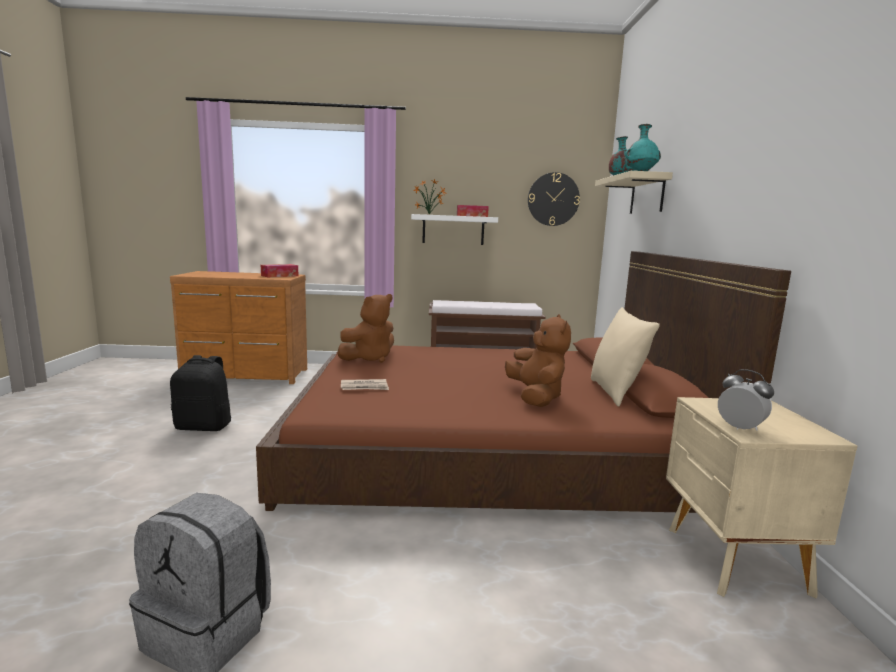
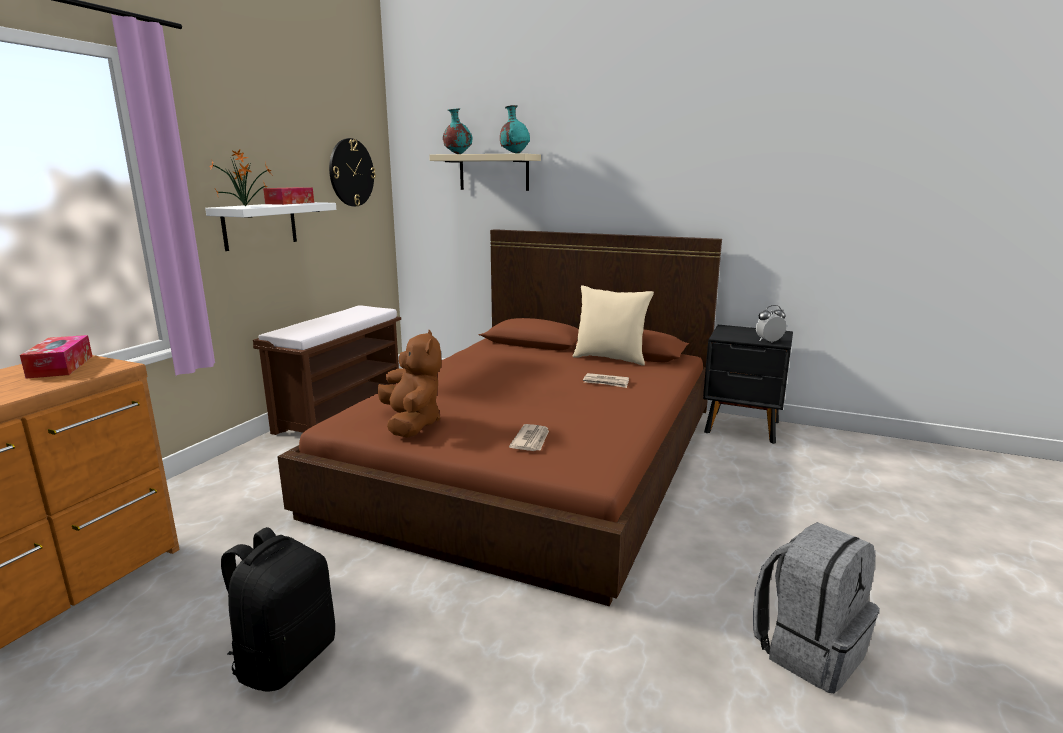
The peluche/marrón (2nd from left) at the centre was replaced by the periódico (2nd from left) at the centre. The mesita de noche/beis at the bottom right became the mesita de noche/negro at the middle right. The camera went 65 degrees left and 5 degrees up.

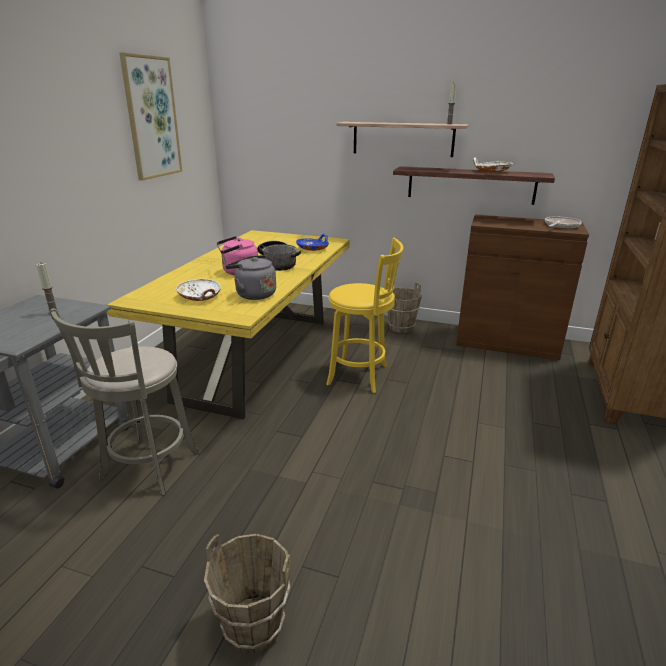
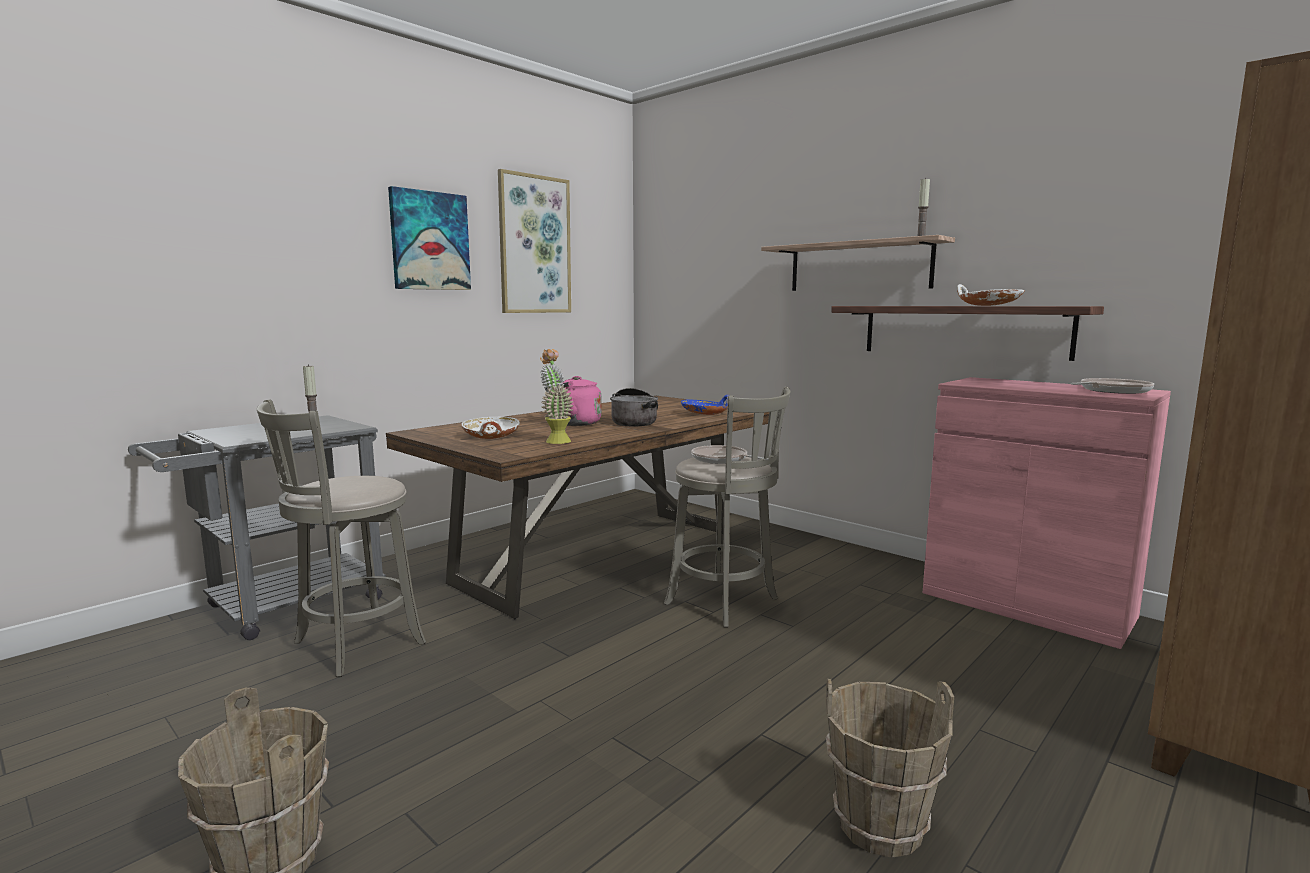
The mesa de comedor/amarillo at the centre became the mesa de comedor/marrón at the centre. The hervidor/gris at the centre was replaced by the planta en maceta at the centre. The taburete/amarillo at the centre became the taburete/gris (2nd from left) at the centre. The cubo/marrón (2nd from left) moved from the centre to the bottom right. The armario/marrón at the middle right became the armario/rosa at the middle right. The cuadro (1st from left) at the top left appeared. The sartén (1st from left) at the centre appeared. The camera went 25 degrees right and 15 degrees down.

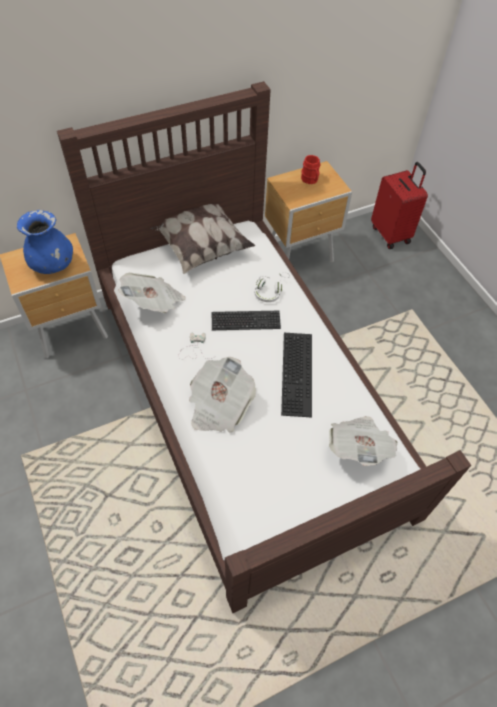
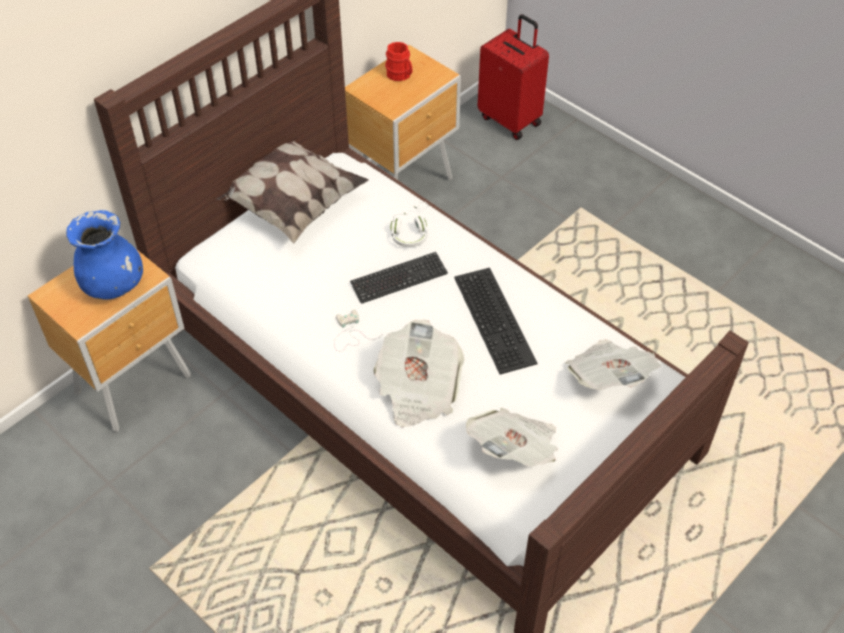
The periódico (1st from left in the first image) moved from the middle left to the bottom centre. The camera went 20 degrees left and 5 degrees down.

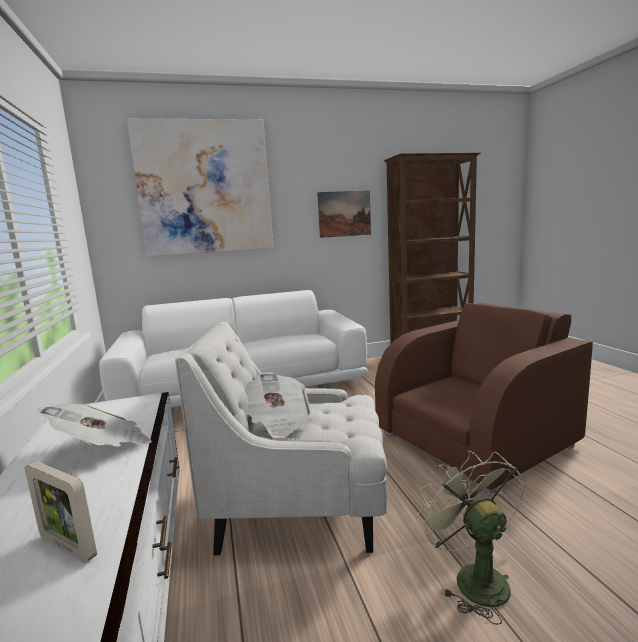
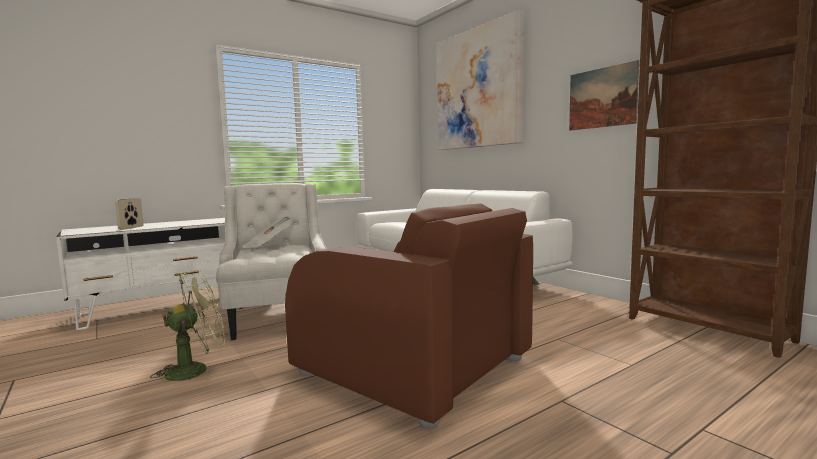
The periódico (1st from left) at the middle left disappeared. The camera went 70 degrees right and 5 degrees down.

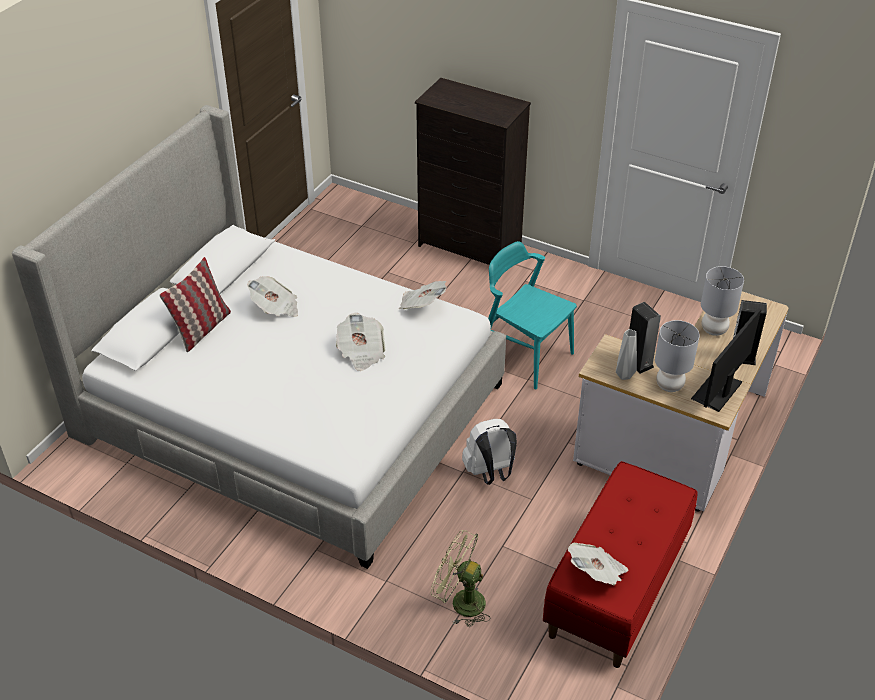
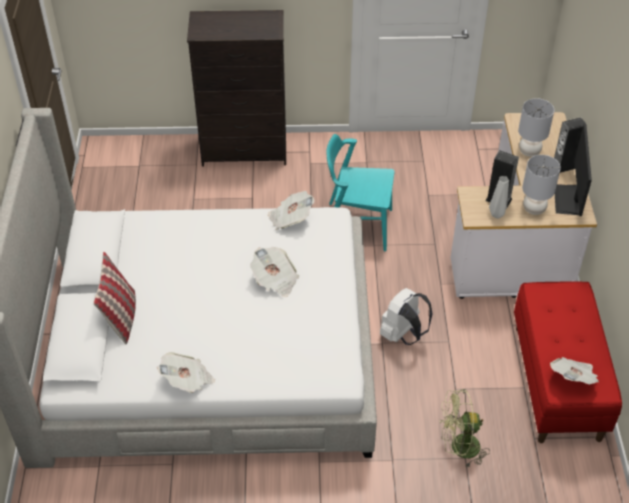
The periódico (1st from left) moved from the middle left to the bottom left. The camera went 30 degrees left and 5 degrees up.

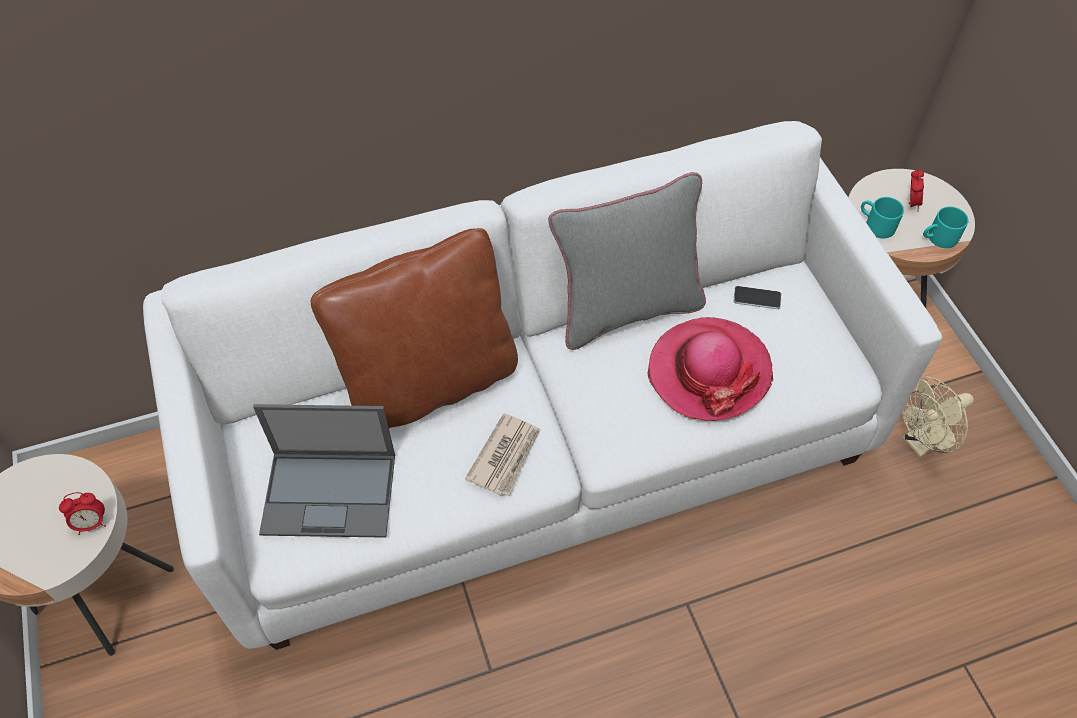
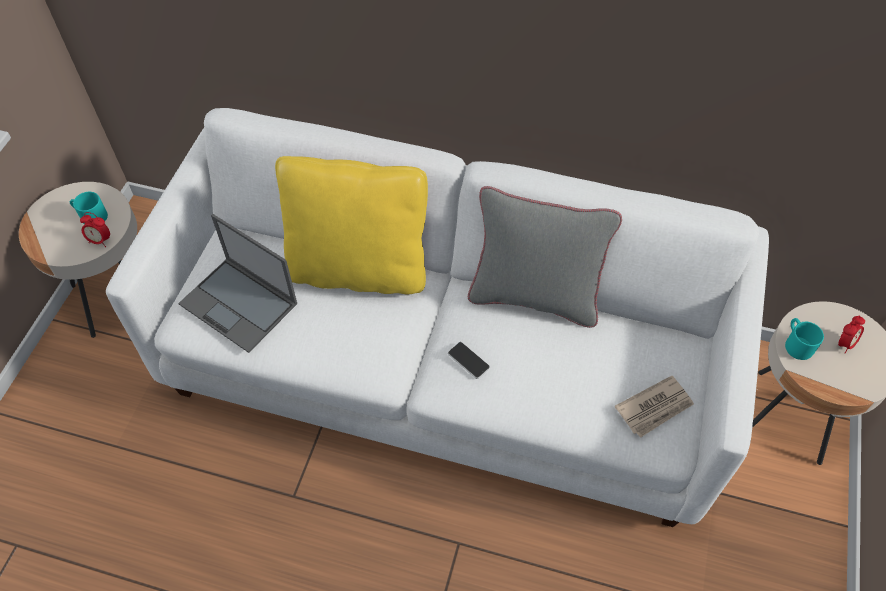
The cojín/marrón at the centre became the cojín/amarillo at the centre. The periódico moved from the centre to the bottom right. The sombrero at the centre disappeared. The móvil moved from the middle right to the centre. The ventilador/beis at the middle right disappeared. The taza grande/turquesa (2nd from left in the first image) moved from the top right to the middle left. The camera went 35 degrees right and 0 degrees up.

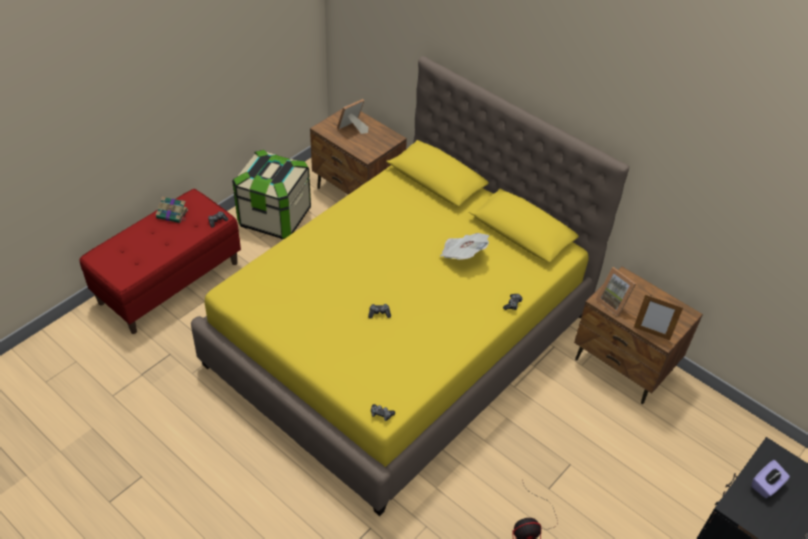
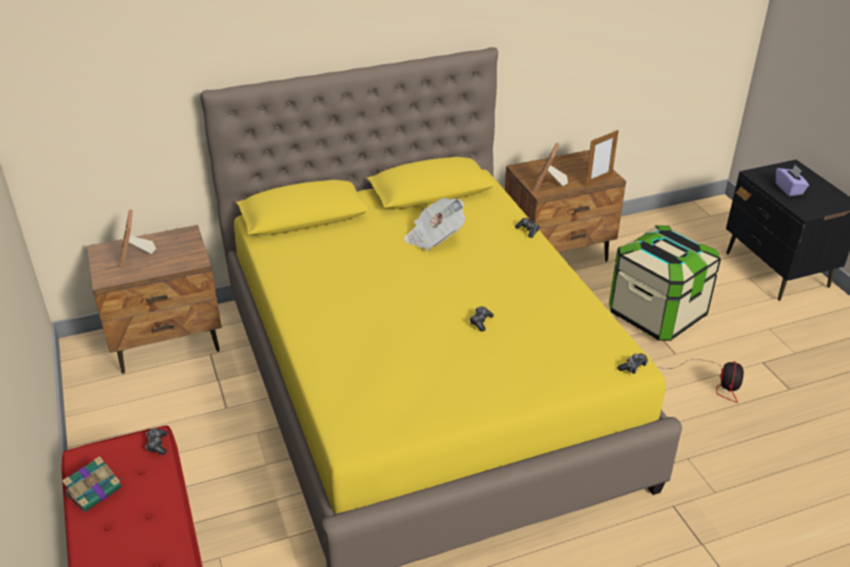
The caja de almacenaje moved from the centre to the middle right. The portarretratos (2nd from left) at the middle right turned 120 degrees clockwise. The camera went 60 degrees left and 10 degrees down.

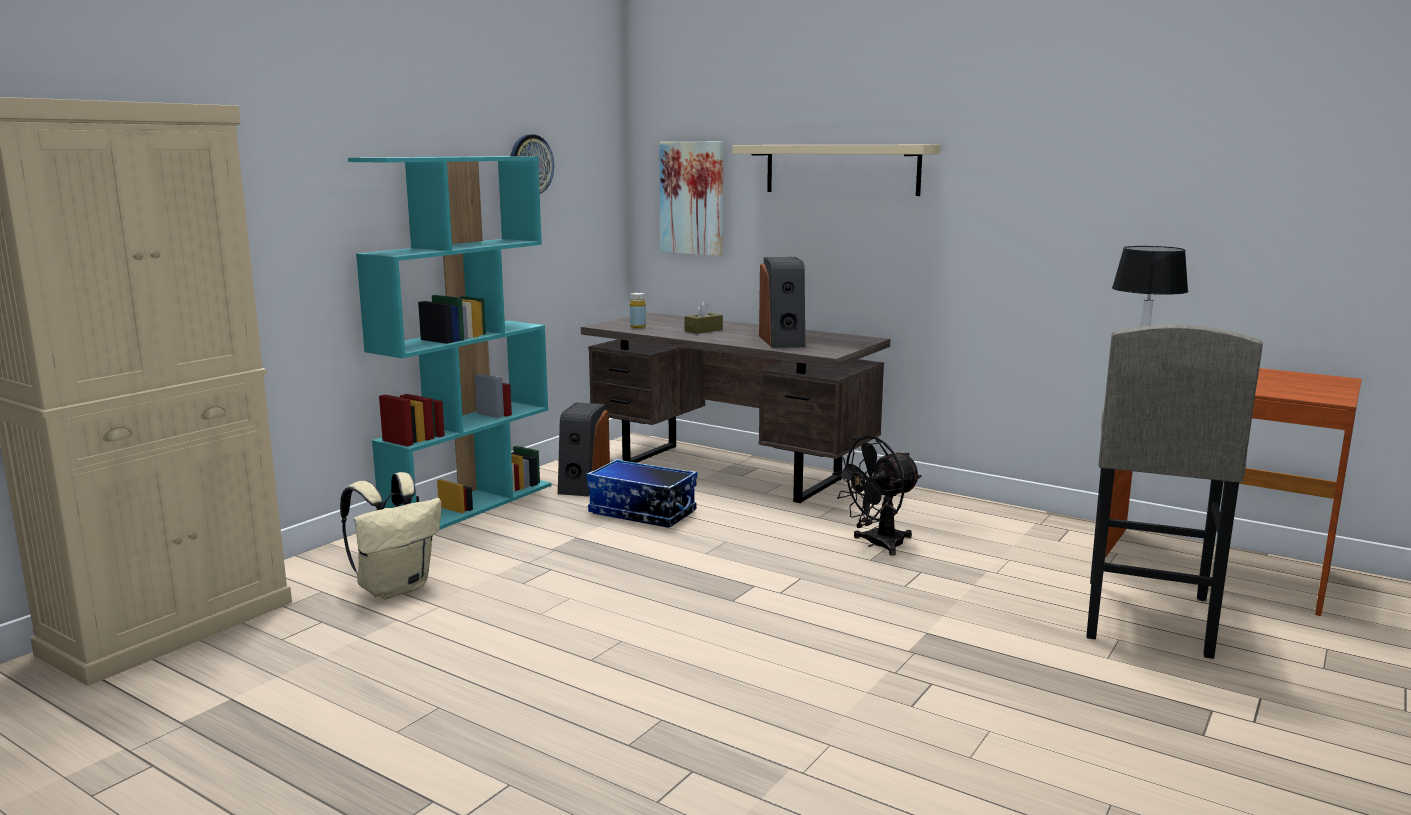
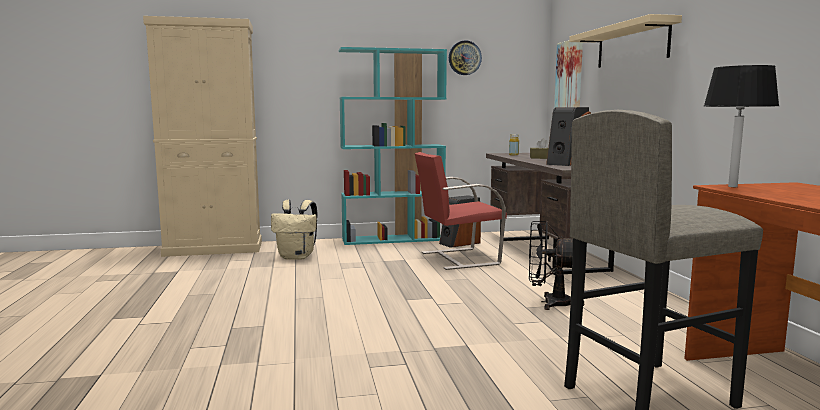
The caja de almacenaje at the centre was replaced by the silla/rojo at the centre. The camera went 45 degrees right and 5 degrees down.

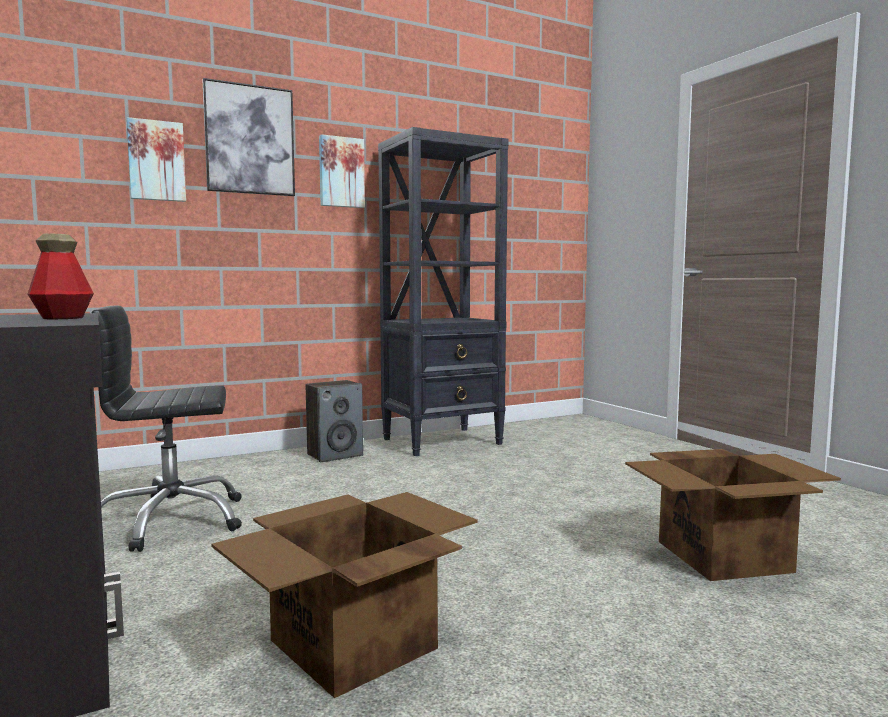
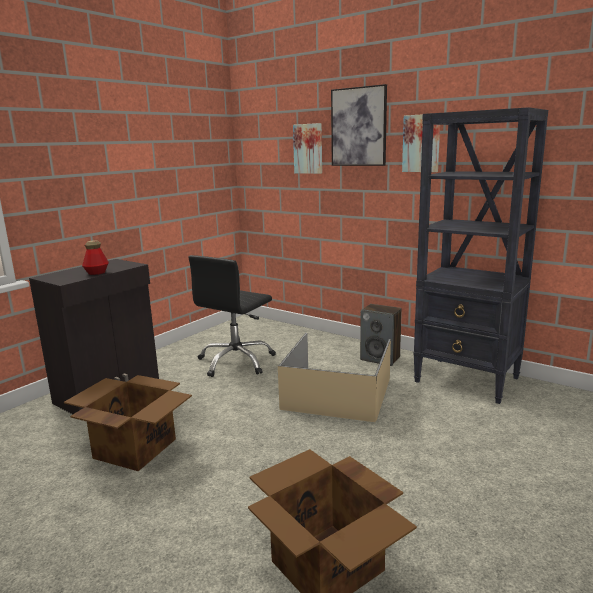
The silla de oficina/negro at the middle left turned 105 degrees counterclockwise. The caja de almacenaje/beis at the centre appeared. The camera went 65 degrees right and 10 degrees up.

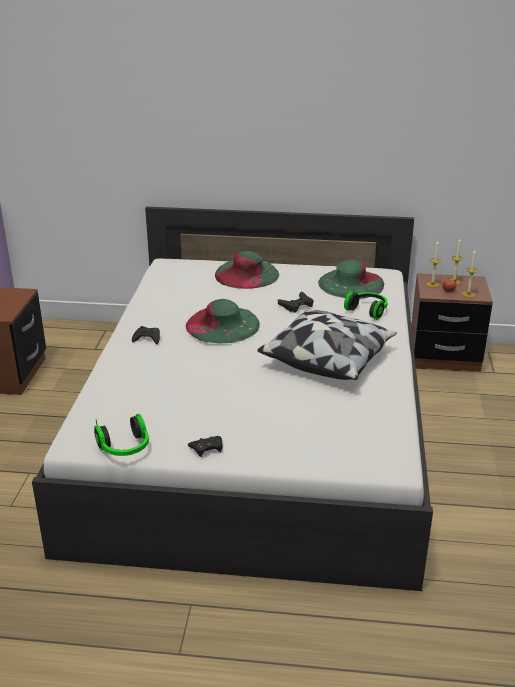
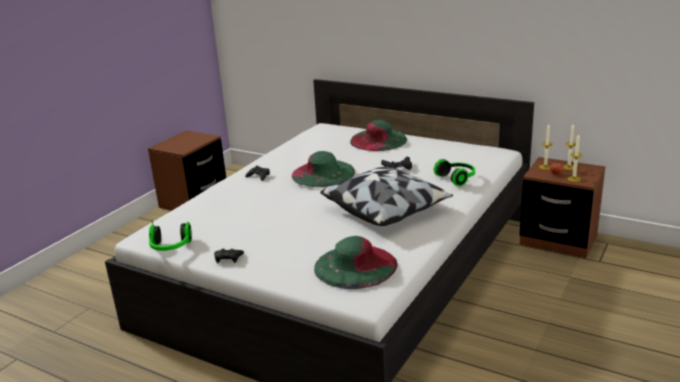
The sombrero/verde (3rd from left in the first image) moved from the middle right to the bottom centre. The camera went 25 degrees right and 5 degrees down.

